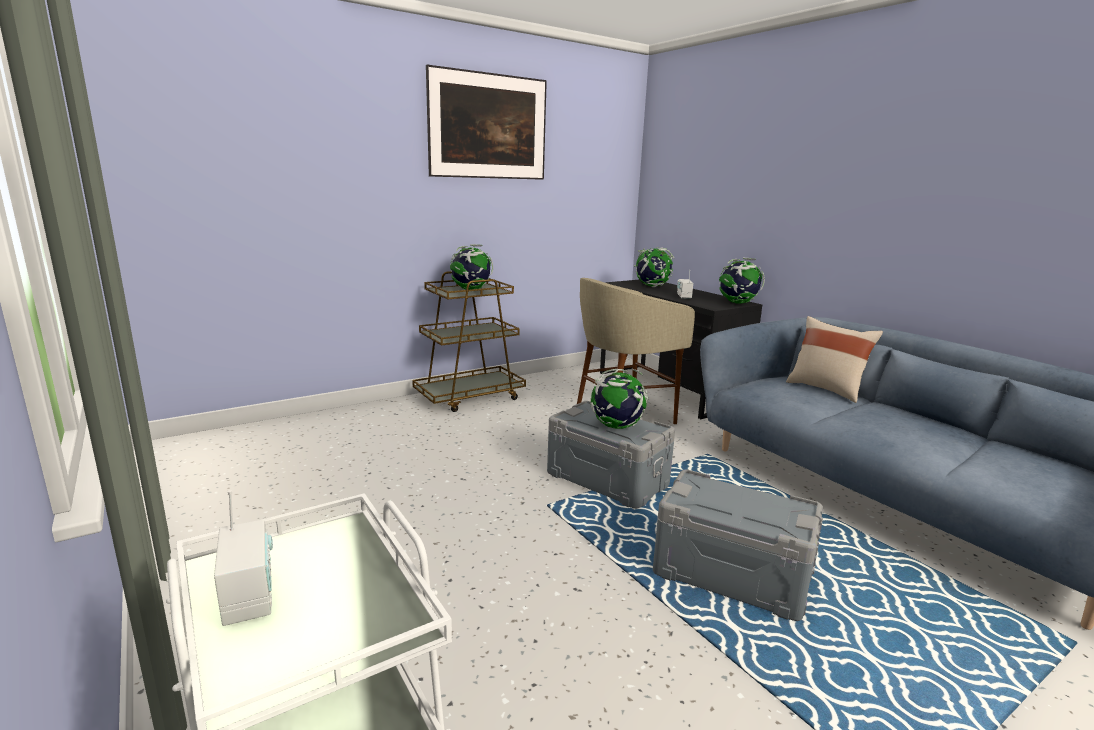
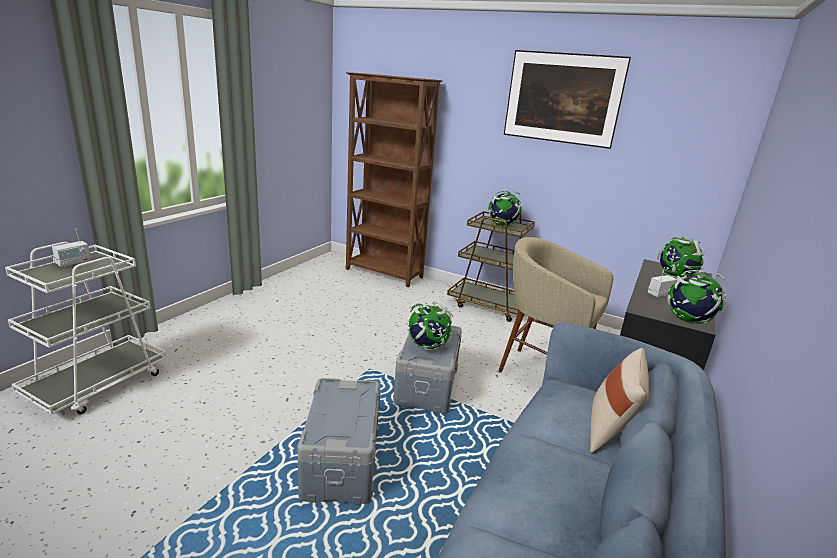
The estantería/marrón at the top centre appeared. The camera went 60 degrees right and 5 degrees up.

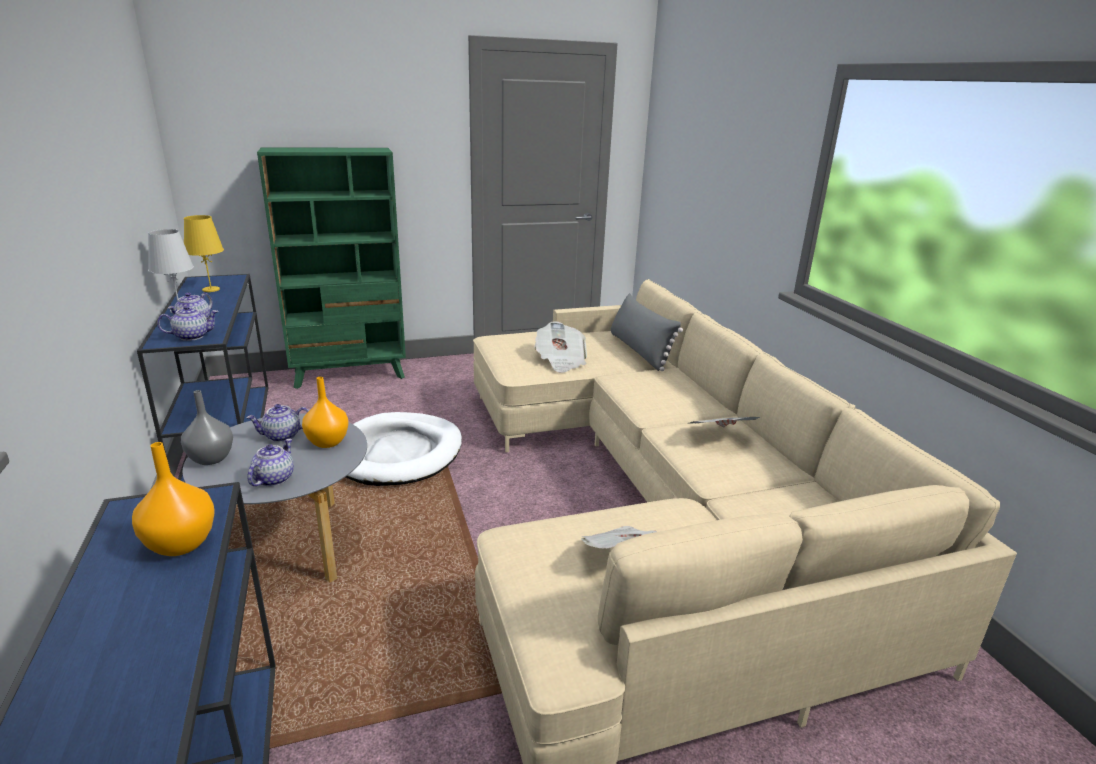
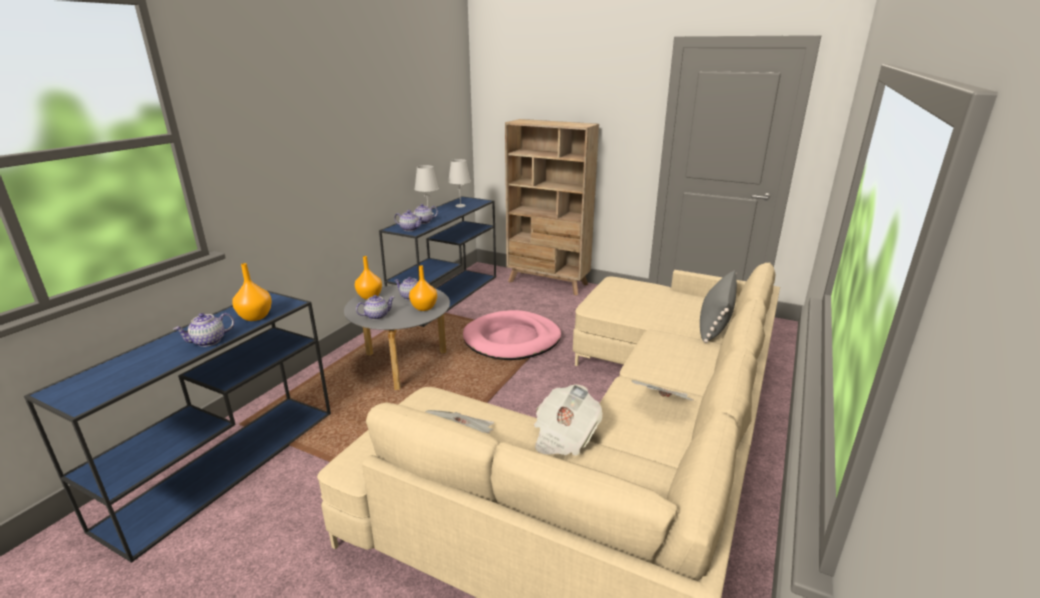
The florero/gris at the middle left became the florero/naranja (2nd from left) at the centre. The lámpara de mesa/amarillo at the top left became the lámpara de mesa/blanco (2nd from left) at the top centre. The estantería/verde at the middle left became the estantería/beis at the centre. The cama para perro/blanco at the centre became the cama para perro/rosa at the centre. The periódico (1st from left in the first image) moved from the centre to the bottom centre. The tetera (1st from left) at the middle left appeared. The camera went 45 degrees right and 0 degrees up.

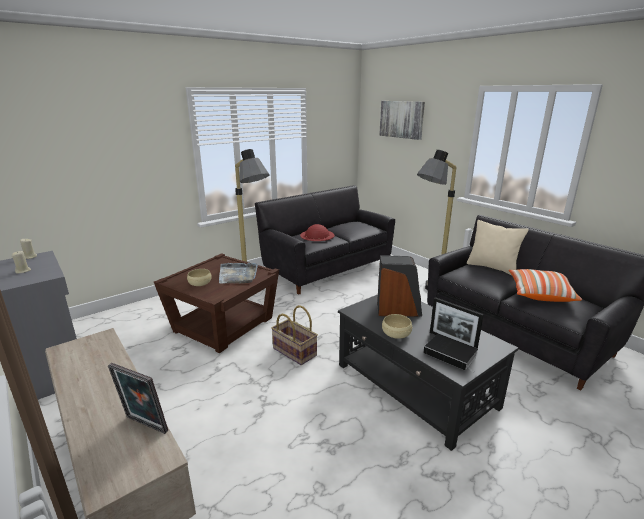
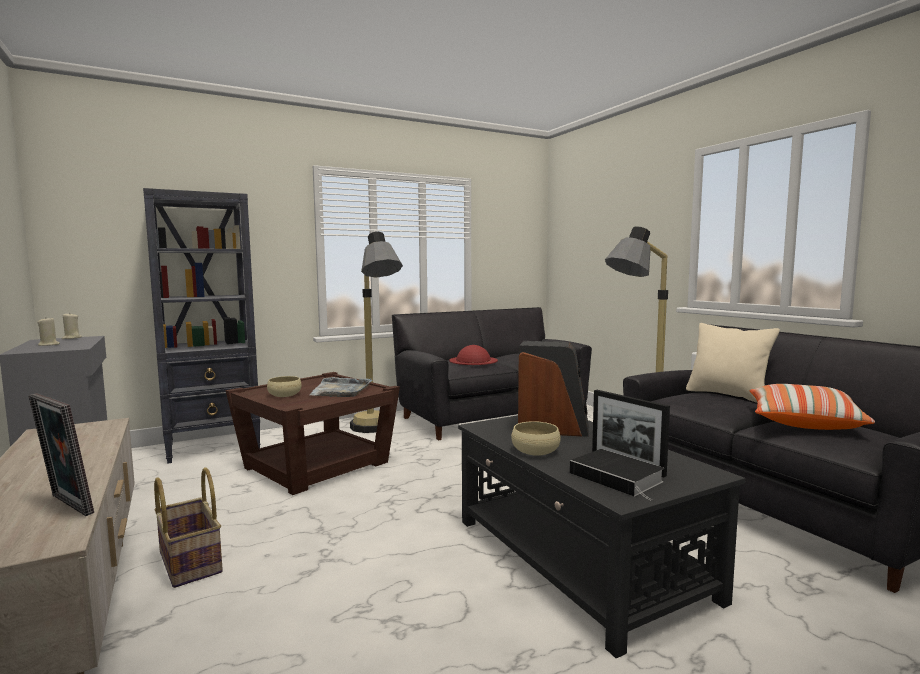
The cesta moved from the centre to the bottom left. The cuadro at the top centre disappeared. The estantería/negro at the middle left appeared. The camera went 10 degrees right and 15 degrees down.

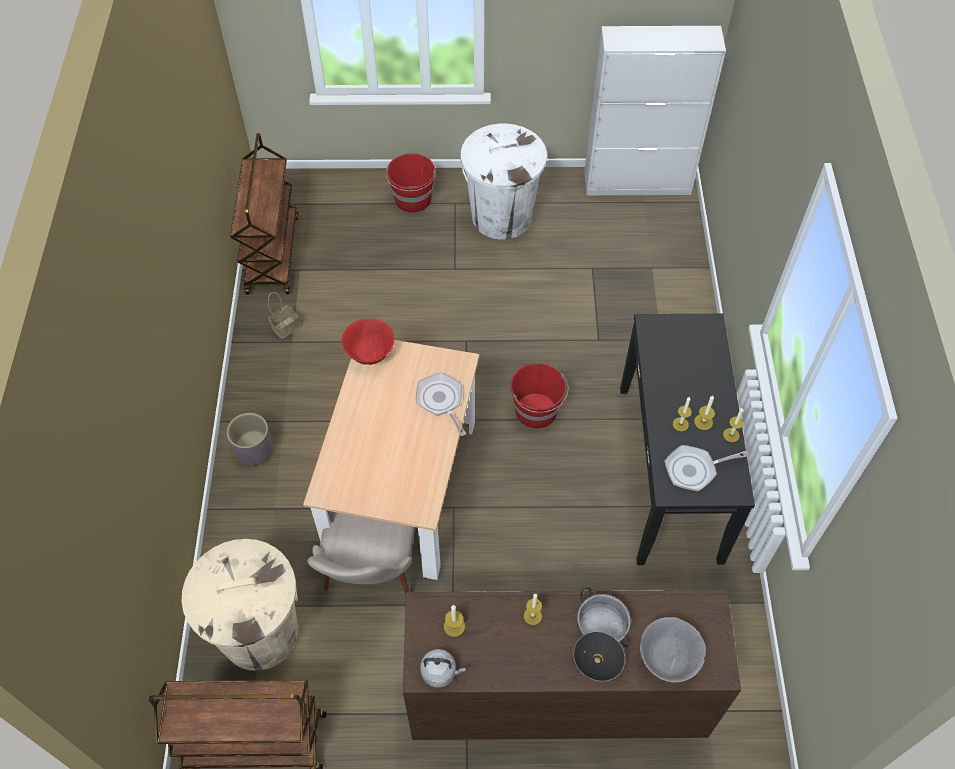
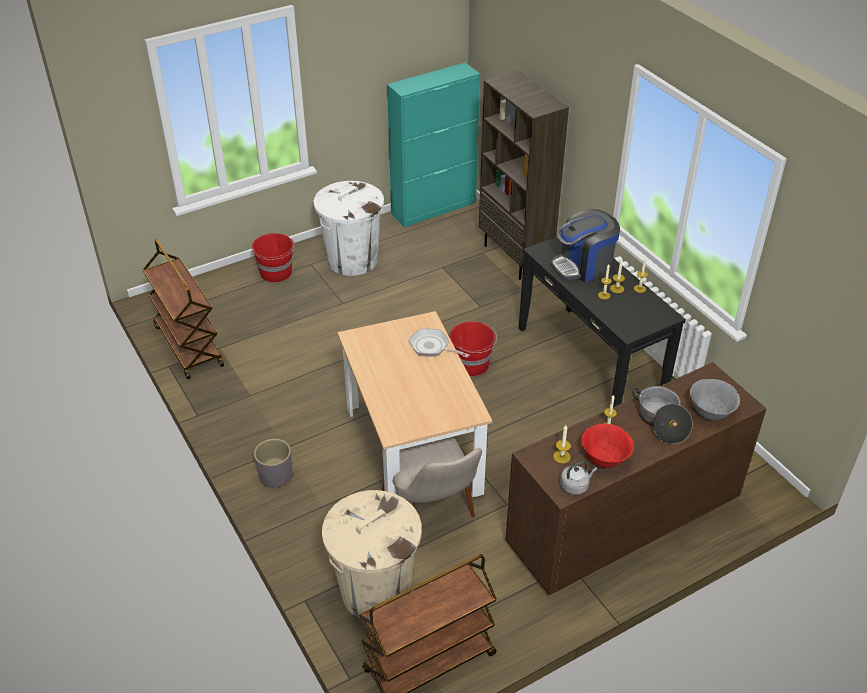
The cesta at the middle left disappeared. The cuenco/rojo moved from the centre to the middle right. The armario/blanco at the top right became the armario/turquesa at the top centre. The sartén (2nd from left) at the middle right disappeared. The estantería/marrón at the top centre appeared. The cafetera at the middle right appeared. The camera went 30 degrees left and 15 degrees down.

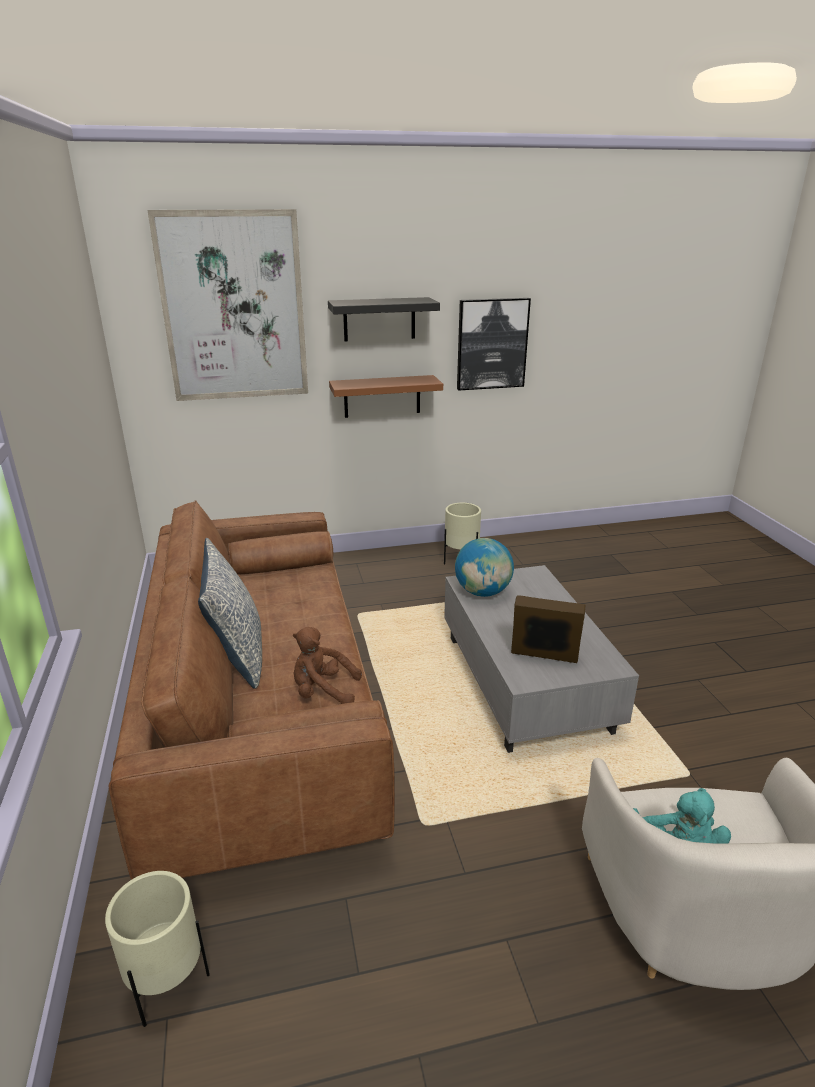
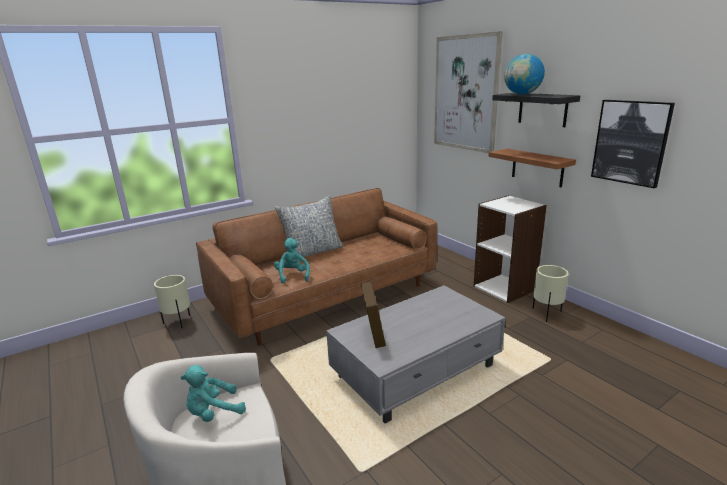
The peluche/marrón at the centre became the peluche/turquesa (2nd from left) at the centre. The globo terráqueo moved from the centre to the top right. The estantería/blanco at the middle right appeared. The camera went 70 degrees right and 5 degrees down.

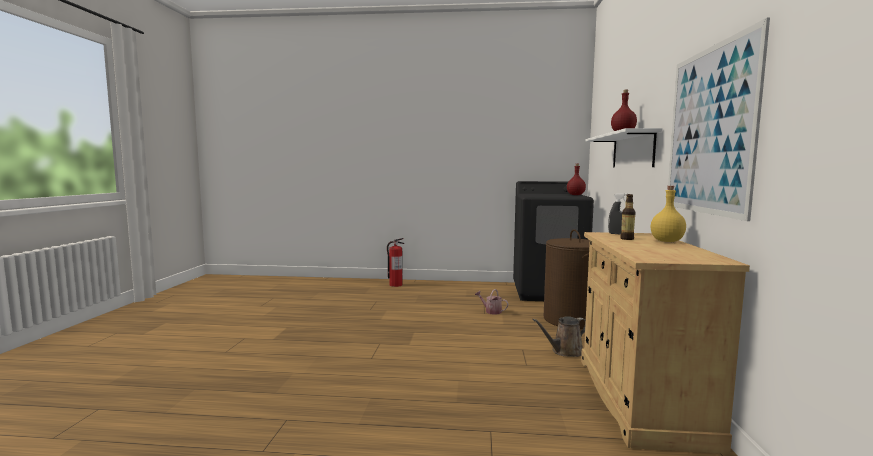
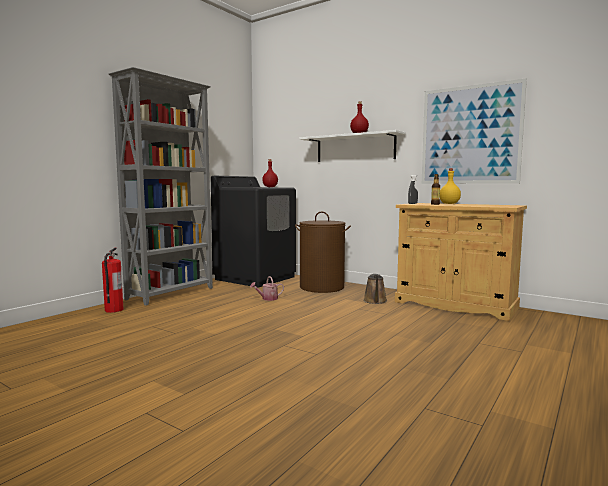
The estantería/gris at the middle left appeared. The camera went 60 degrees left and 0 degrees up.

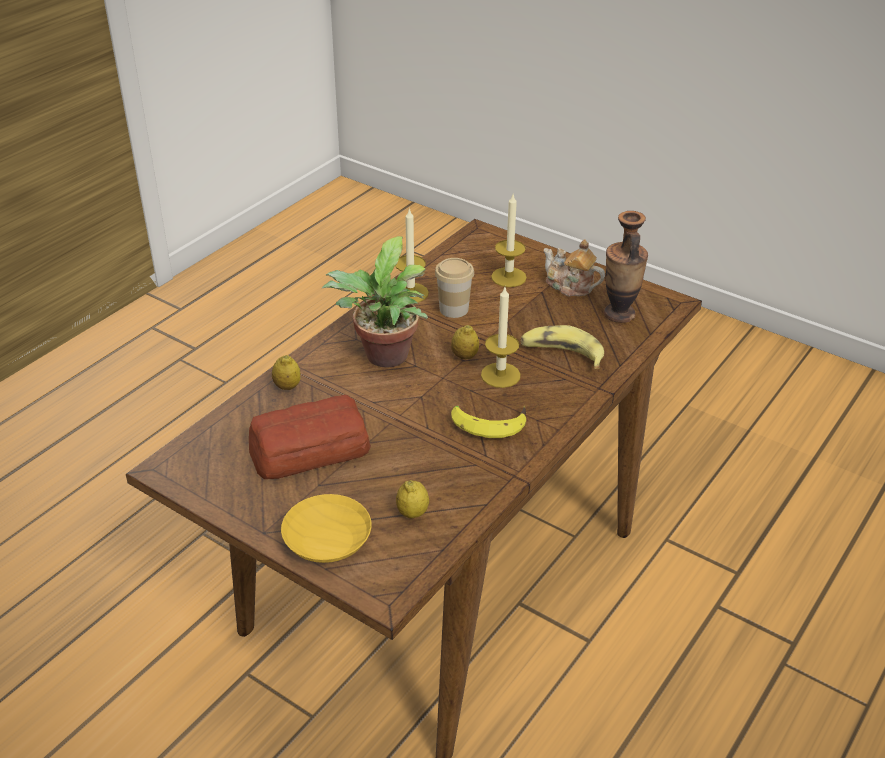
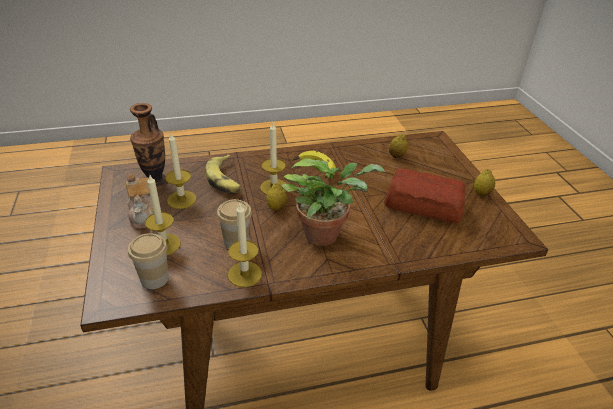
The limón (1st from left in the first image) moved from the middle left to the middle right. The cuenco/amarillo at the bottom centre disappeared. The taza (1st from left) at the middle left appeared. The vela (2nd from left) at the middle left appeared. The camera went 140 degrees left and 0 degrees up.

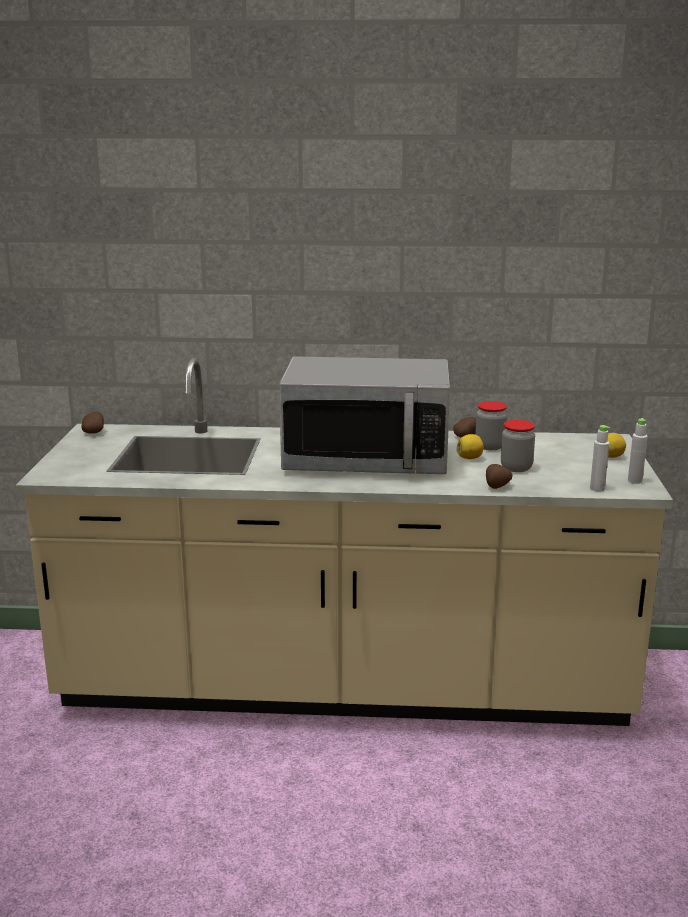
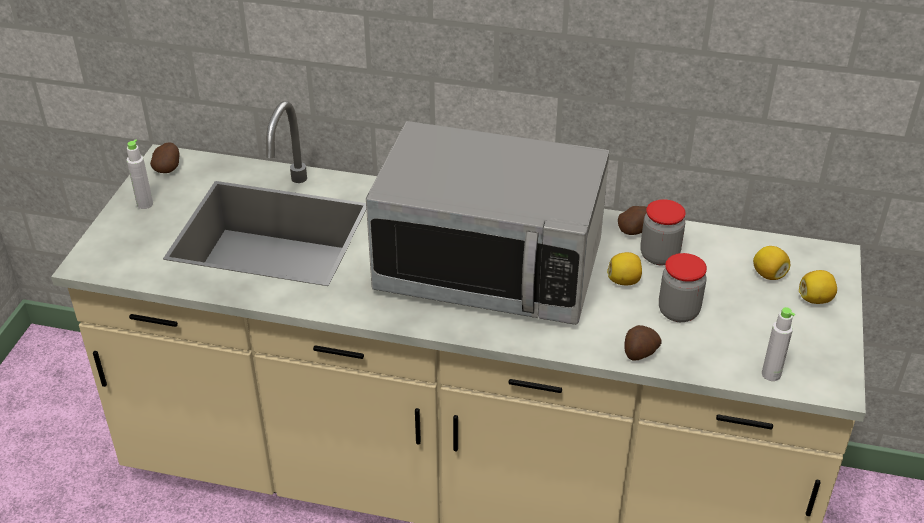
The botella/gris (2nd from left in the first image) moved from the middle right to the top left. The limón (2nd from left) at the middle right appeared. The camera went 10 degrees right and 20 degrees up.

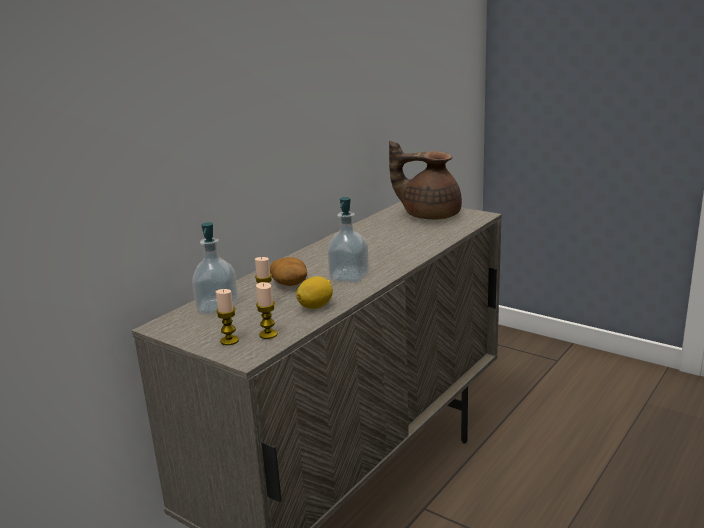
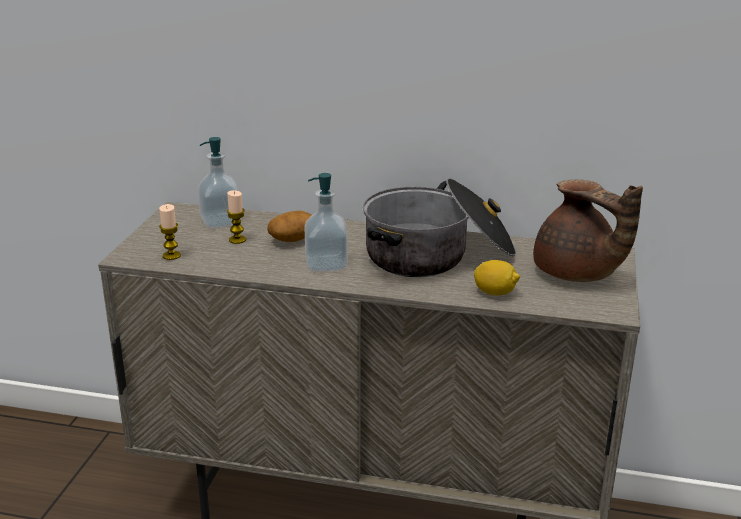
The vela (1st from left) at the middle left disappeared. The limón moved from the centre to the middle right. The tetera/marrón at the centre turned 150 degrees clockwise. The olla at the centre appeared. The camera went 65 degrees right and 5 degrees up.

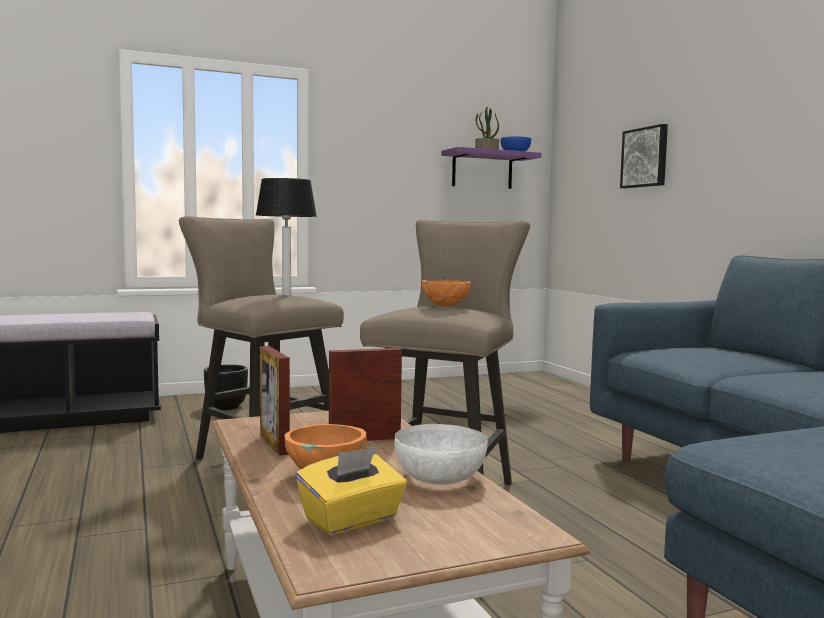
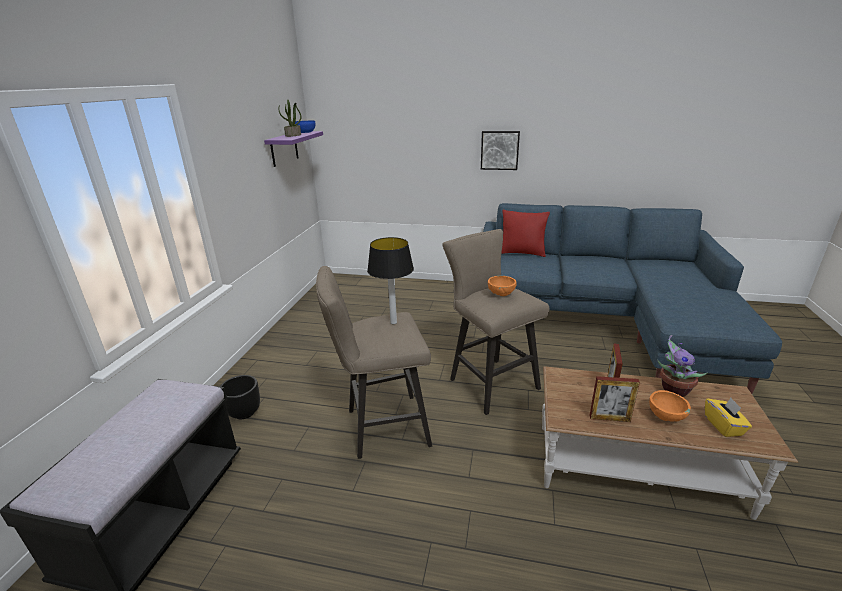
The cuenco/blanco at the bottom centre was replaced by the planta en maceta (2nd from left) at the middle right. The cuadro moved from the top right to the top centre. The cojín/rojo at the centre appeared. The camera went 55 degrees left and 20 degrees up.

